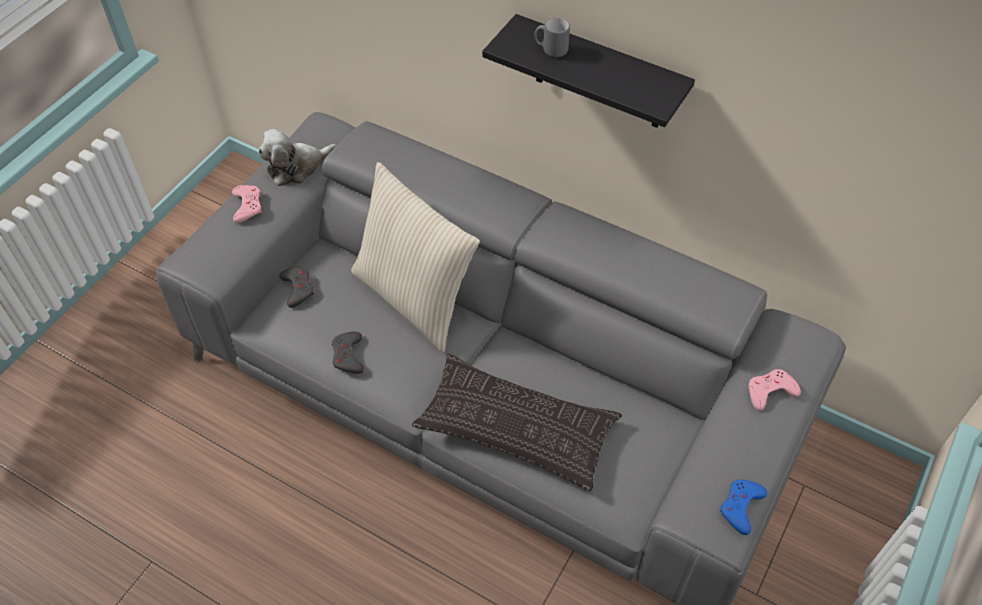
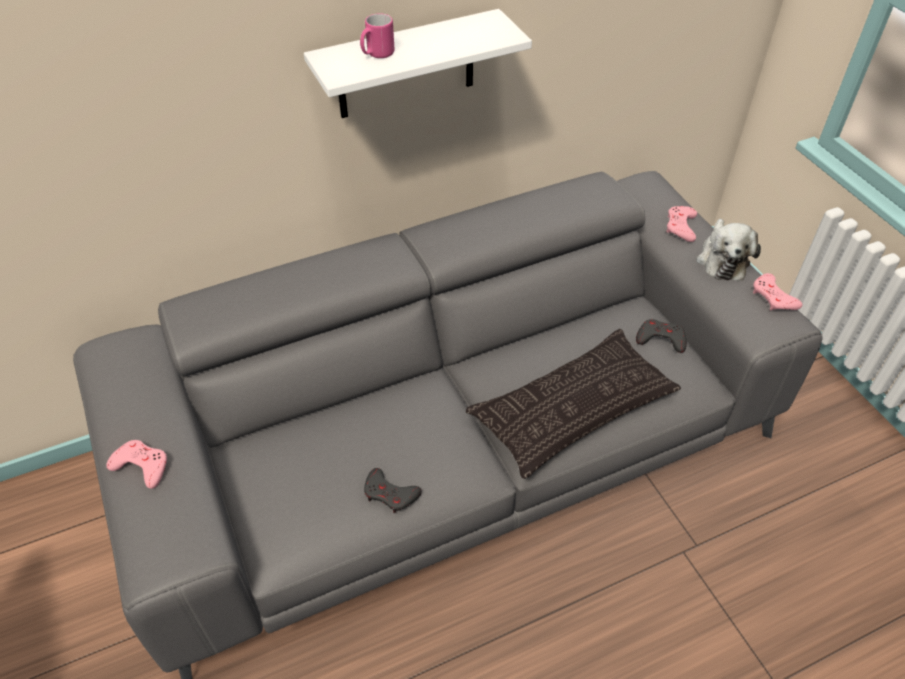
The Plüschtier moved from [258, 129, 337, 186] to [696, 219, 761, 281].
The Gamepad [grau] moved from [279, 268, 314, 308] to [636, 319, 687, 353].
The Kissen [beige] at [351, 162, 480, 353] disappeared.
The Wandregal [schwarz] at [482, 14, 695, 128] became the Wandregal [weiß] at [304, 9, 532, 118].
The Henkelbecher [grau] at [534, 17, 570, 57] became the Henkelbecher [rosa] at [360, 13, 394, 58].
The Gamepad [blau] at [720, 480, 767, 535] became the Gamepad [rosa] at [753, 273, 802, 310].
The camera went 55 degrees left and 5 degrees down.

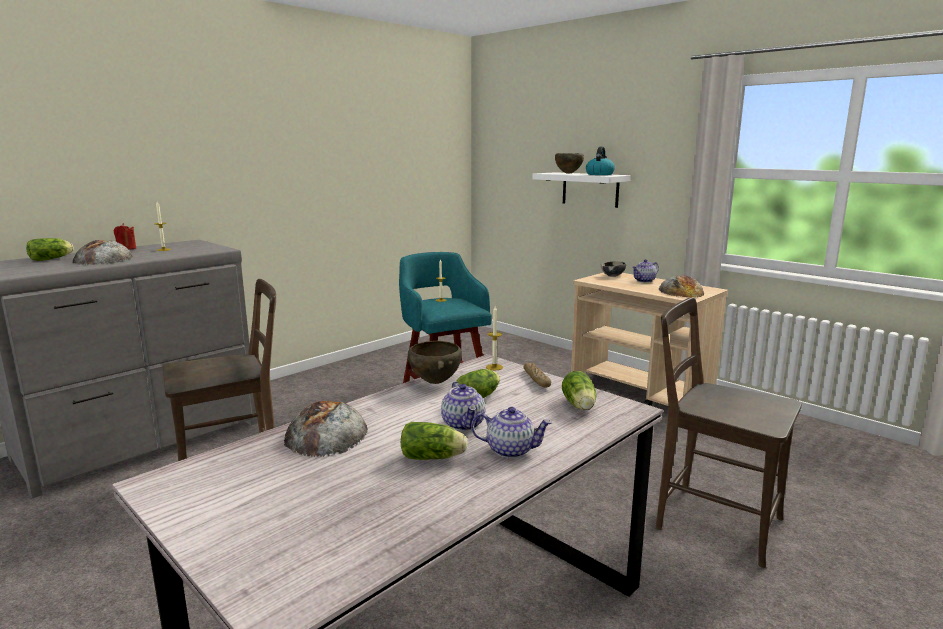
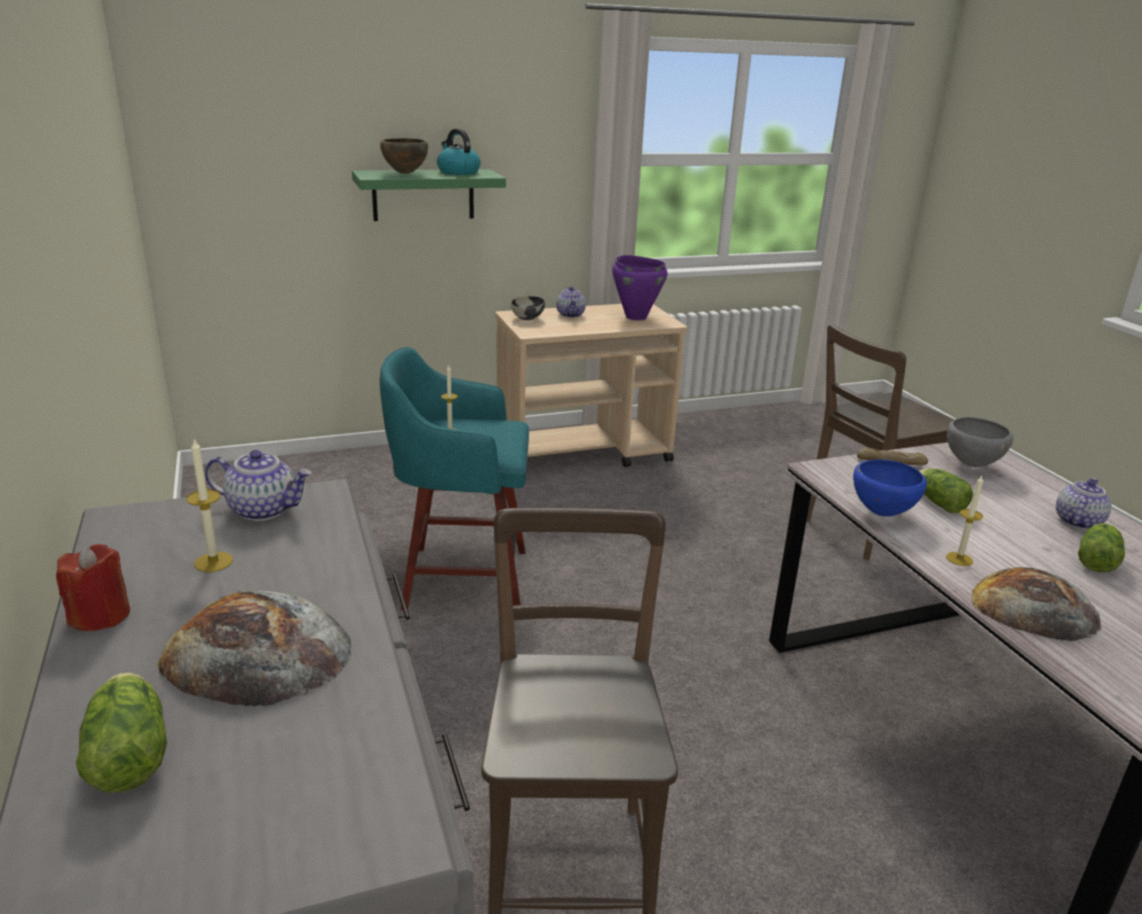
The Schüssel [braun] at [408, 341, 462, 384] became the Schüssel [blau] at [853, 459, 927, 517].
The Teekanne moved from [441, 381, 485, 431] to [205, 450, 312, 521].
The Kerze moved from [486, 306, 503, 370] to [946, 476, 983, 566].
The Wandregal [weiß] at [532, 172, 631, 208] became the Wandregal [grün] at [352, 169, 506, 221].
The Salatkopf at [562, 371, 596, 410] was replaced by the Schüssel [grau] at [947, 417, 1013, 467].
The Brot at [659, 276, 704, 297] was replaced by the Kochtopf [lila] at [612, 255, 667, 320].
The camera went 65 degrees left and 10 degrees up.

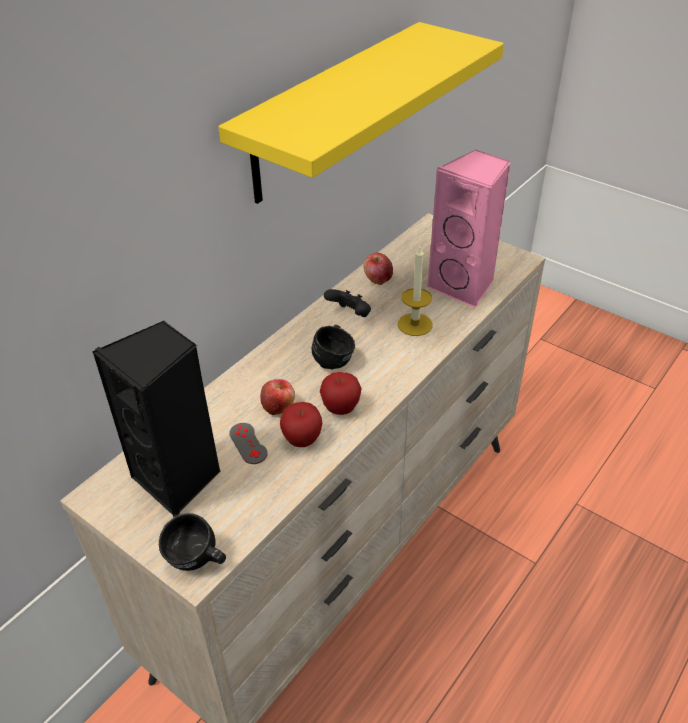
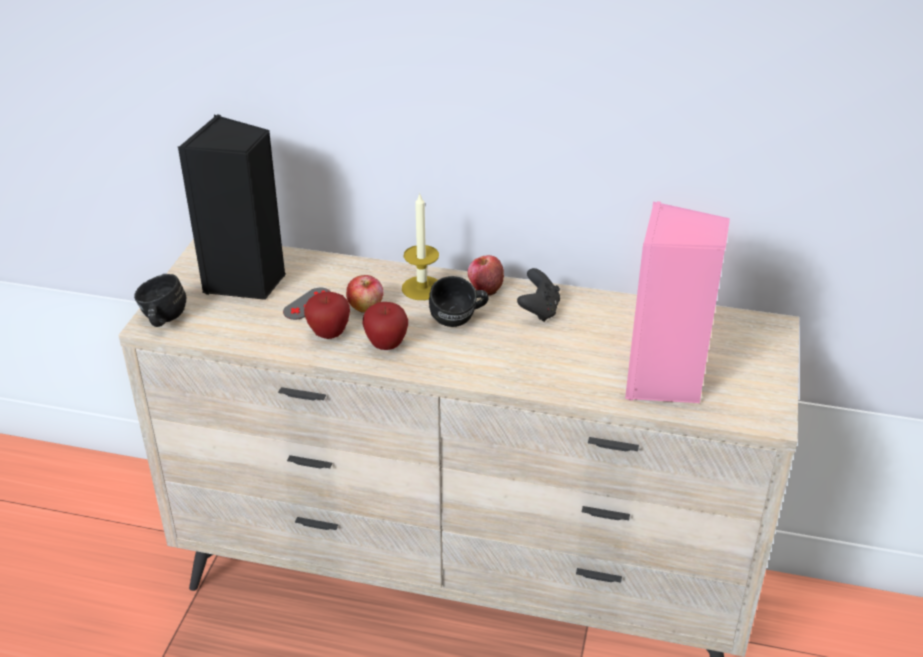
The Wandregal [gelb] at [218, 22, 504, 204] disappeared.
The Apfel moved from [364, 253, 393, 285] to [468, 255, 504, 296].
The Kerze moved from [398, 247, 432, 336] to [402, 193, 439, 300].
The camera went 65 degrees right and 5 degrees down.

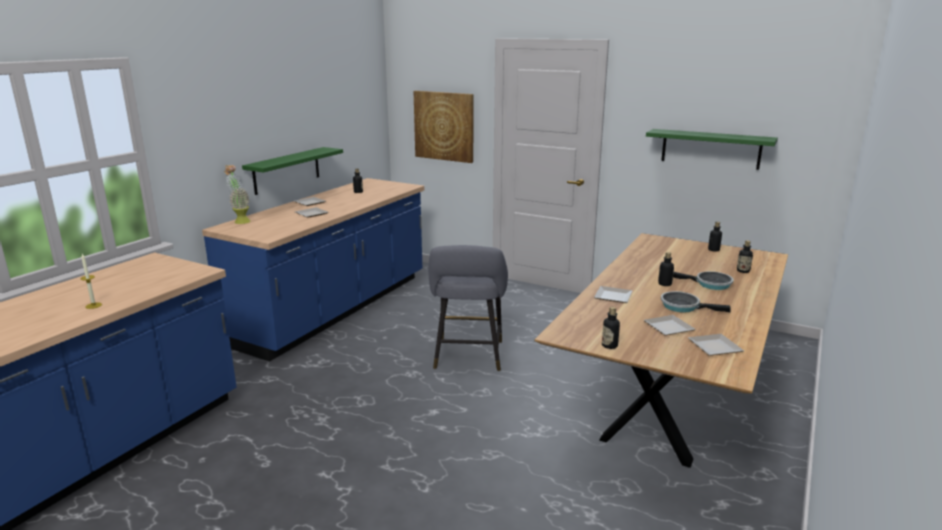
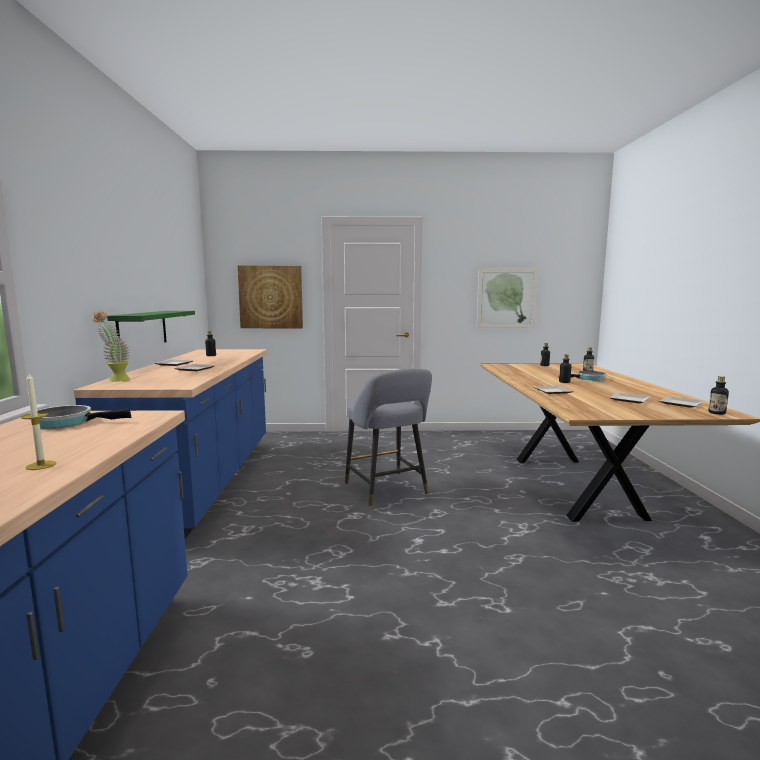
The Flasche moved from [602, 307, 620, 349] to [709, 376, 729, 415].
The Wandregal [grün] at [646, 129, 778, 170] was replaced by the Bild at [477, 268, 538, 328].
The Pfanne moved from [661, 291, 731, 313] to [29, 405, 131, 429].
The camera went 30 degrees left and 10 degrees down.

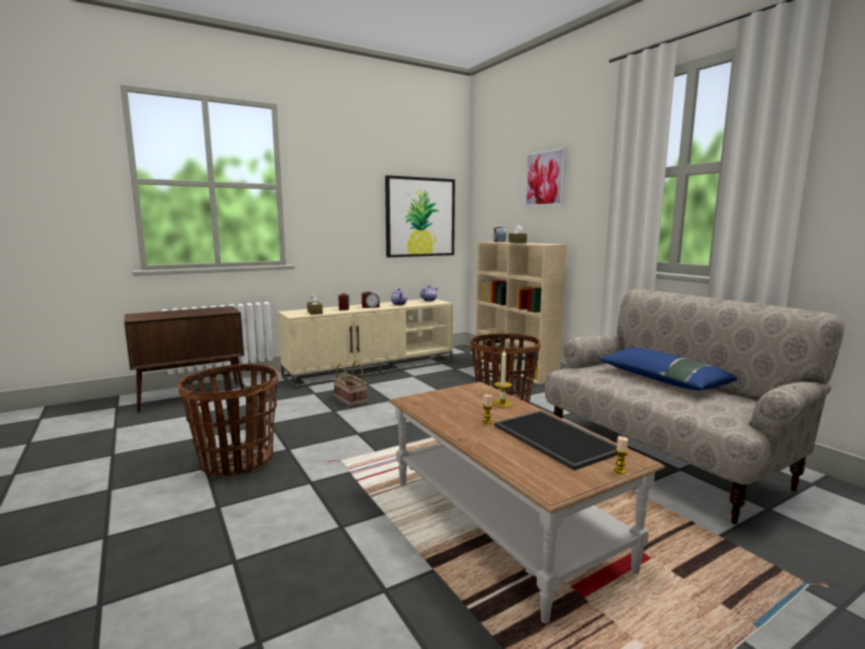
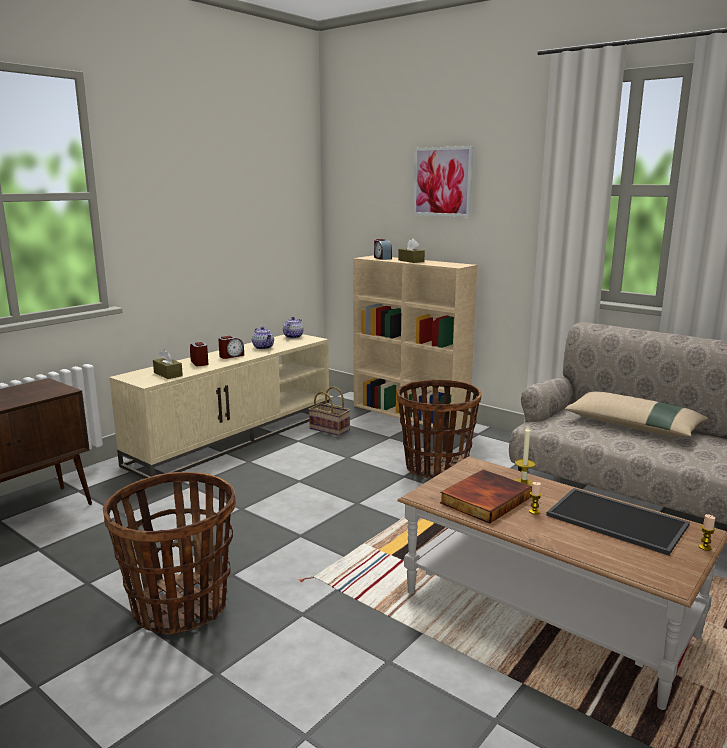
The Korb moved from [333, 360, 367, 407] to [309, 386, 350, 436].
The Bild at [385, 175, 455, 257] disappeared.
The Kissen [blau] at [599, 348, 737, 390] became the Kissen [beige] at [565, 391, 708, 437].
The Buch at [440, 469, 532, 523] appeared.
The camera went 20 degrees left and 5 degrees up.

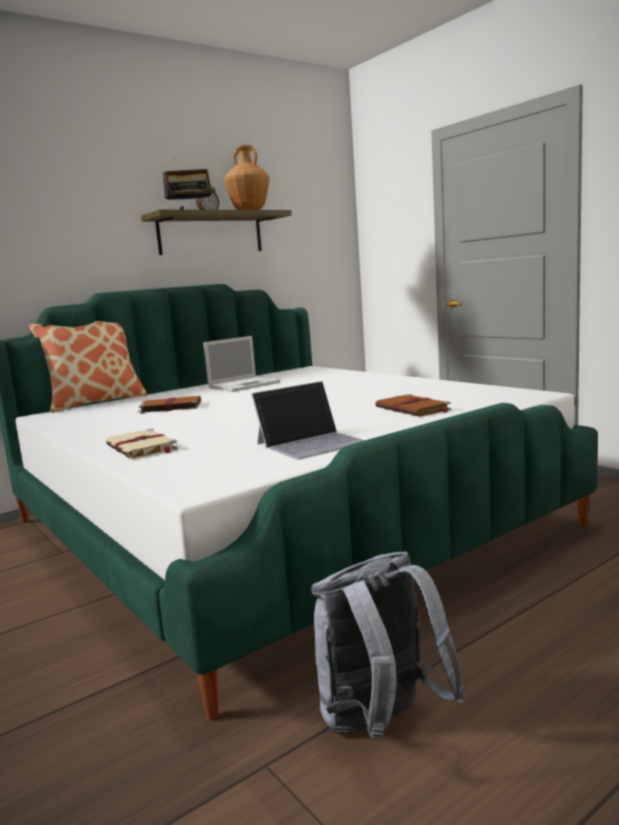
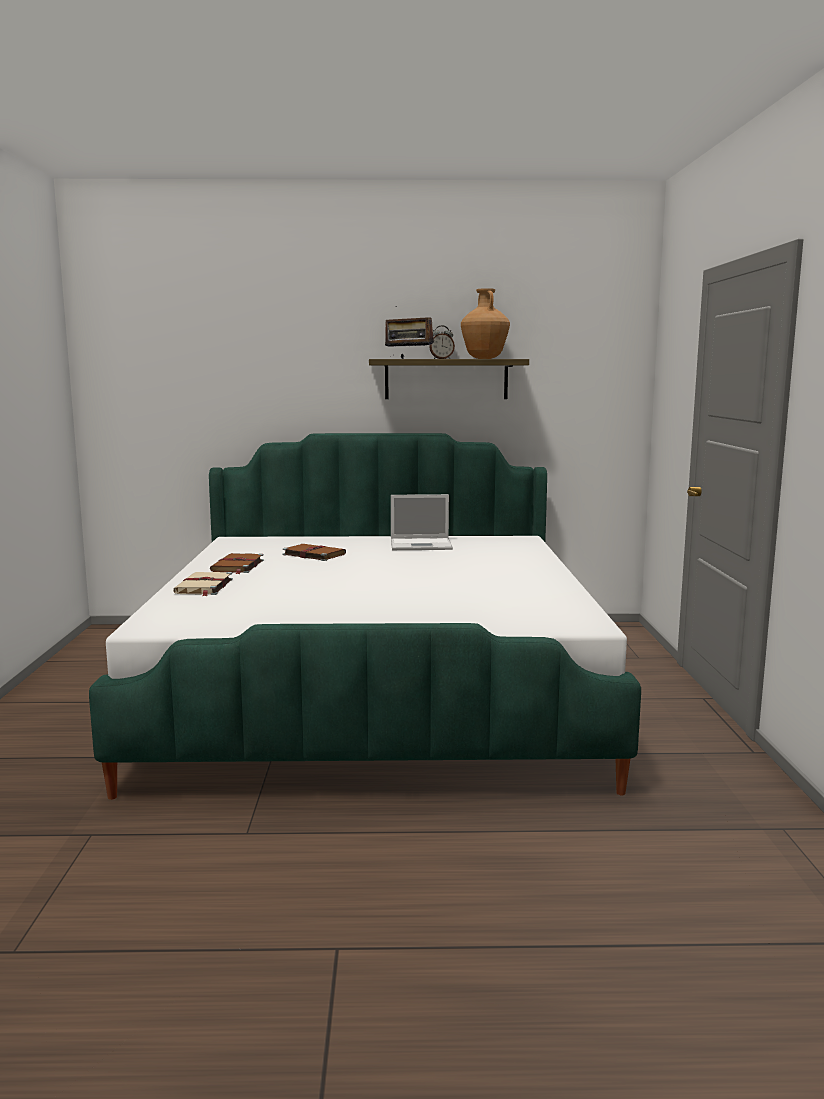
The Kissen at [29, 321, 148, 413] disappeared.
The Laptop at [251, 381, 365, 460] disappeared.
The Rucksack [grau] at [311, 552, 466, 742] disappeared.
The Buch [braun] moved from [375, 394, 451, 416] to [210, 553, 264, 574].
The camera went 35 degrees right and 0 degrees up.

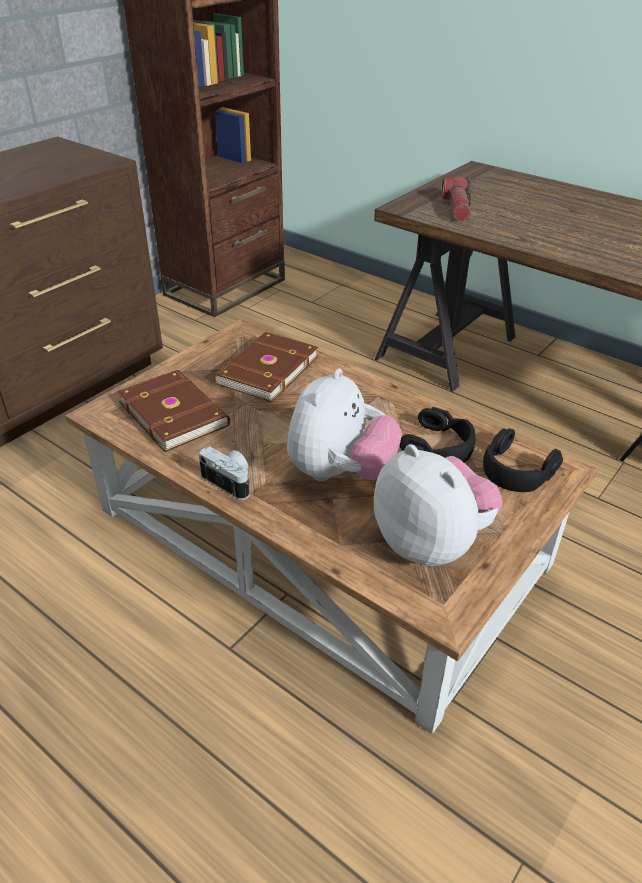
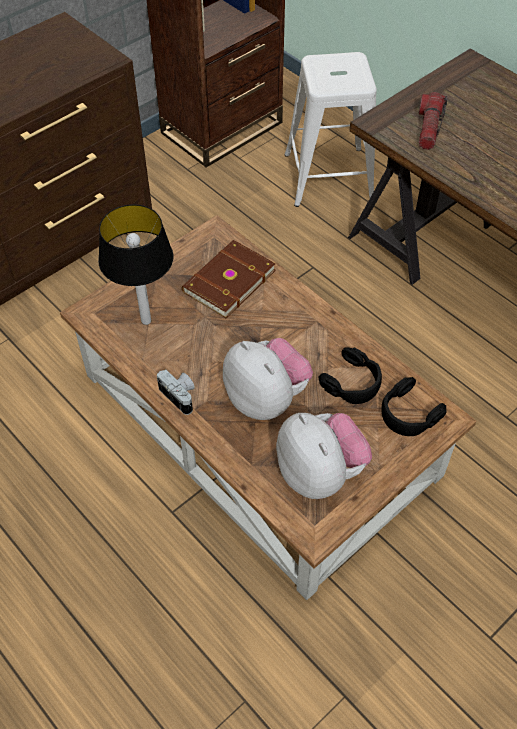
The Buch [braun] at [117, 370, 230, 452] was replaced by the Tischlampe at [98, 204, 173, 325].
The Plüschtier at [287, 368, 402, 481] turned 75 degrees counterclockwise.
The Hocker [weiß] at [285, 52, 377, 207] appeared.
The camera went 10 degrees right and 15 degrees up.

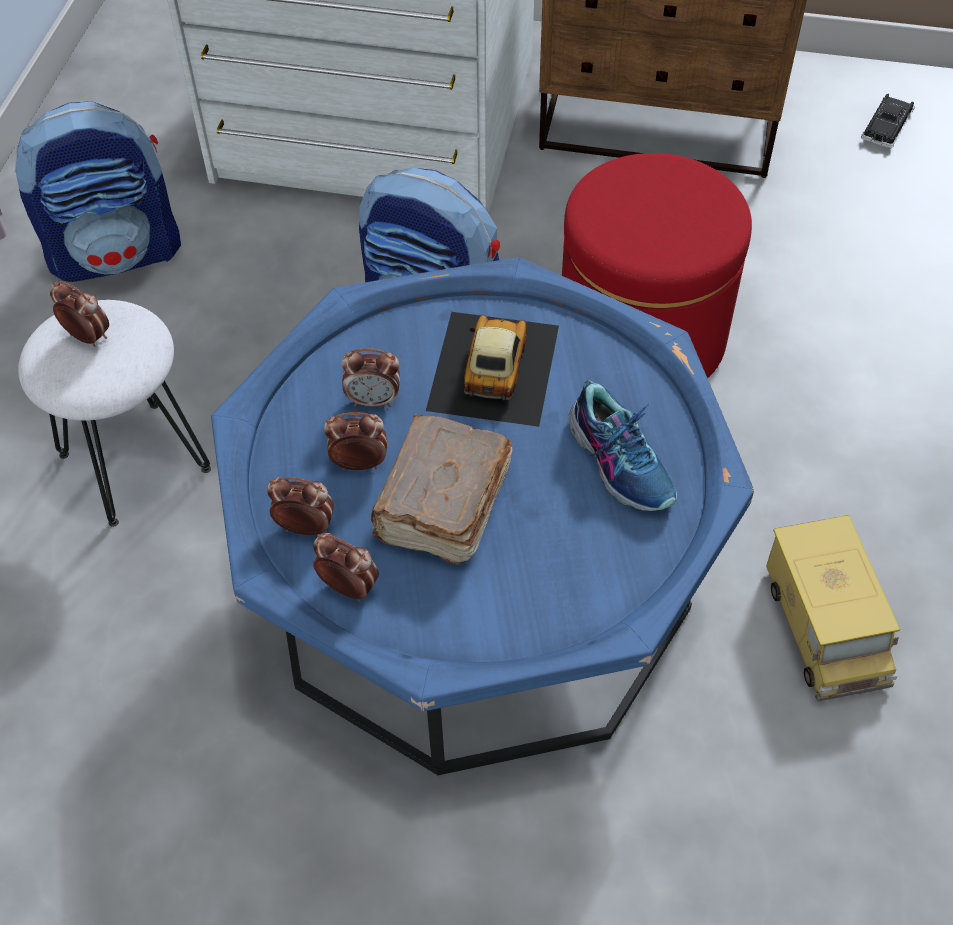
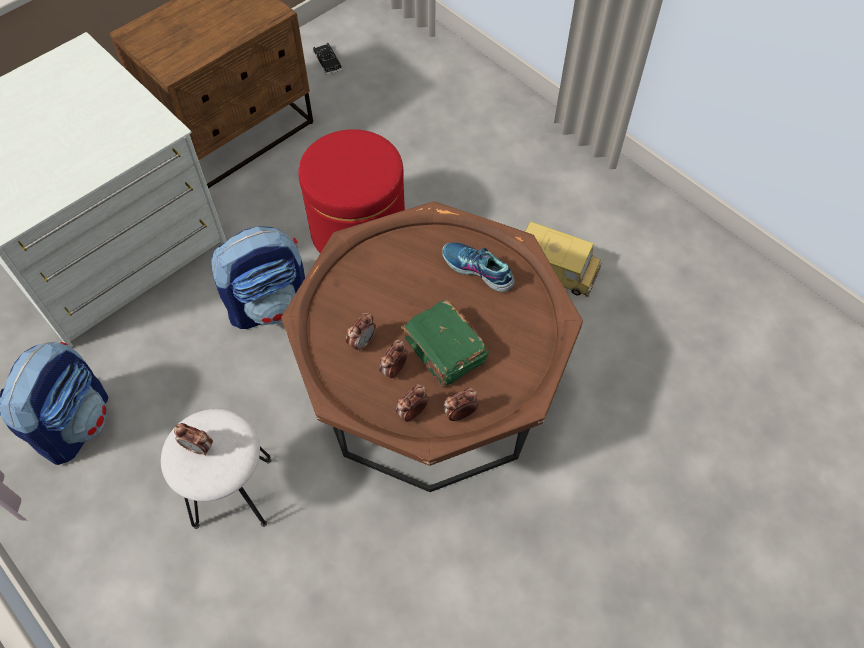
The Wecker at [50, 281, 109, 347] turned 135 degrees counterclockwise.
The Couchtisch [blau] at [211, 257, 754, 775] became the Couchtisch [braun] at [281, 201, 583, 492].
The Buch [braun] at [371, 414, 513, 565] became the Buch [grün] at [401, 300, 489, 388].
The Spielzeugauto at [426, 312, 559, 427] disappeared.
The Schuh at [568, 380, 677, 511] turned 150 degrees counterclockwise.
The camera went 55 degrees left and 5 degrees up.

